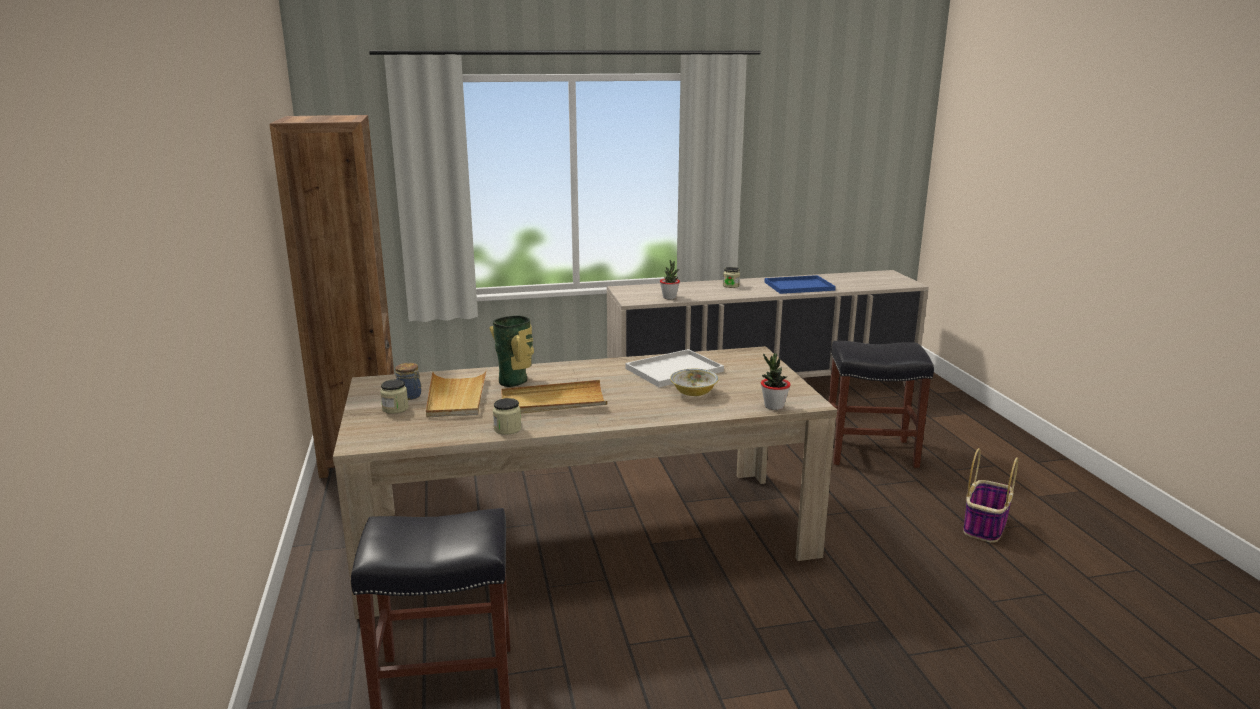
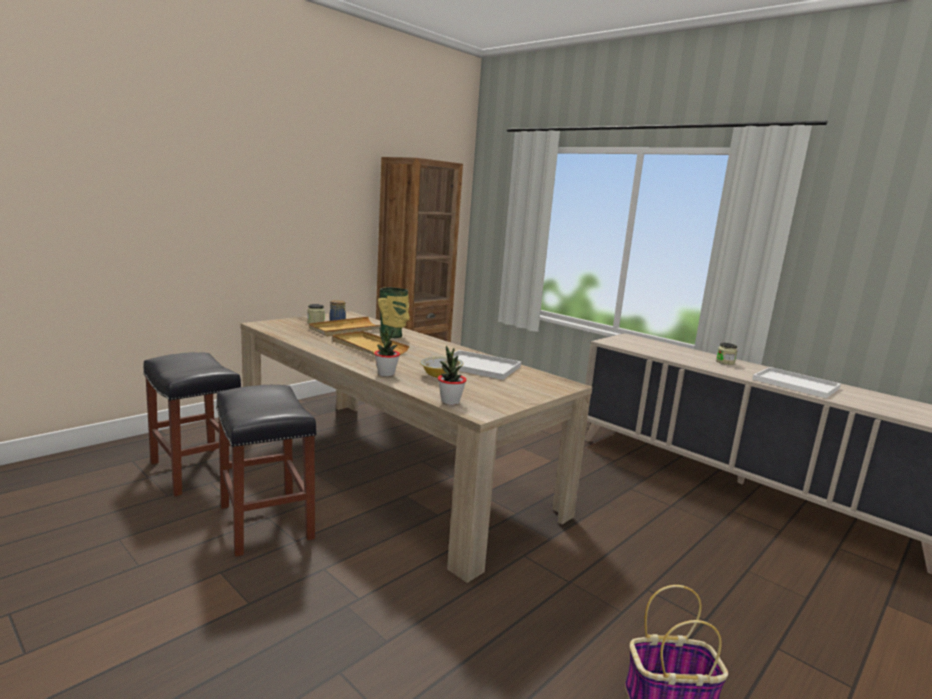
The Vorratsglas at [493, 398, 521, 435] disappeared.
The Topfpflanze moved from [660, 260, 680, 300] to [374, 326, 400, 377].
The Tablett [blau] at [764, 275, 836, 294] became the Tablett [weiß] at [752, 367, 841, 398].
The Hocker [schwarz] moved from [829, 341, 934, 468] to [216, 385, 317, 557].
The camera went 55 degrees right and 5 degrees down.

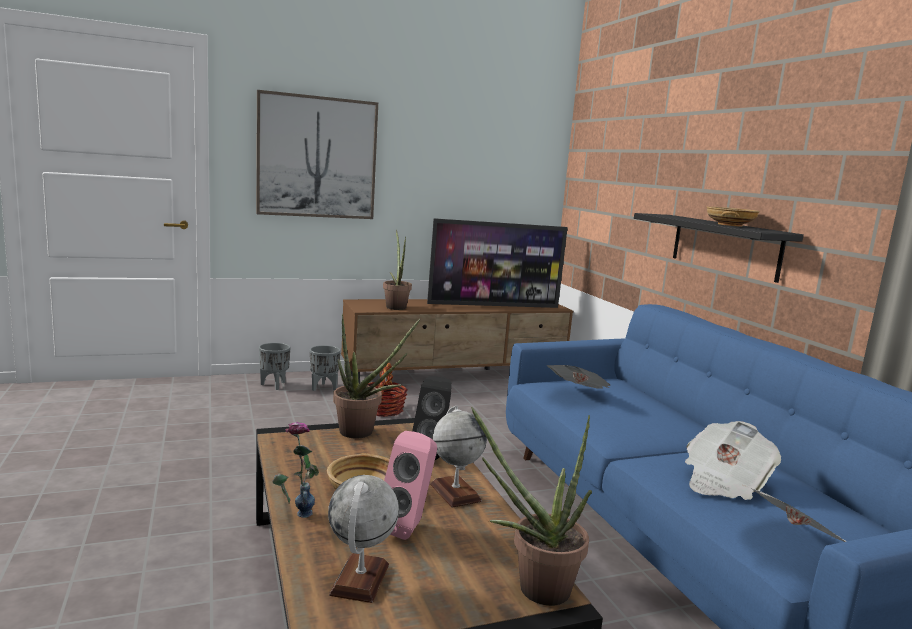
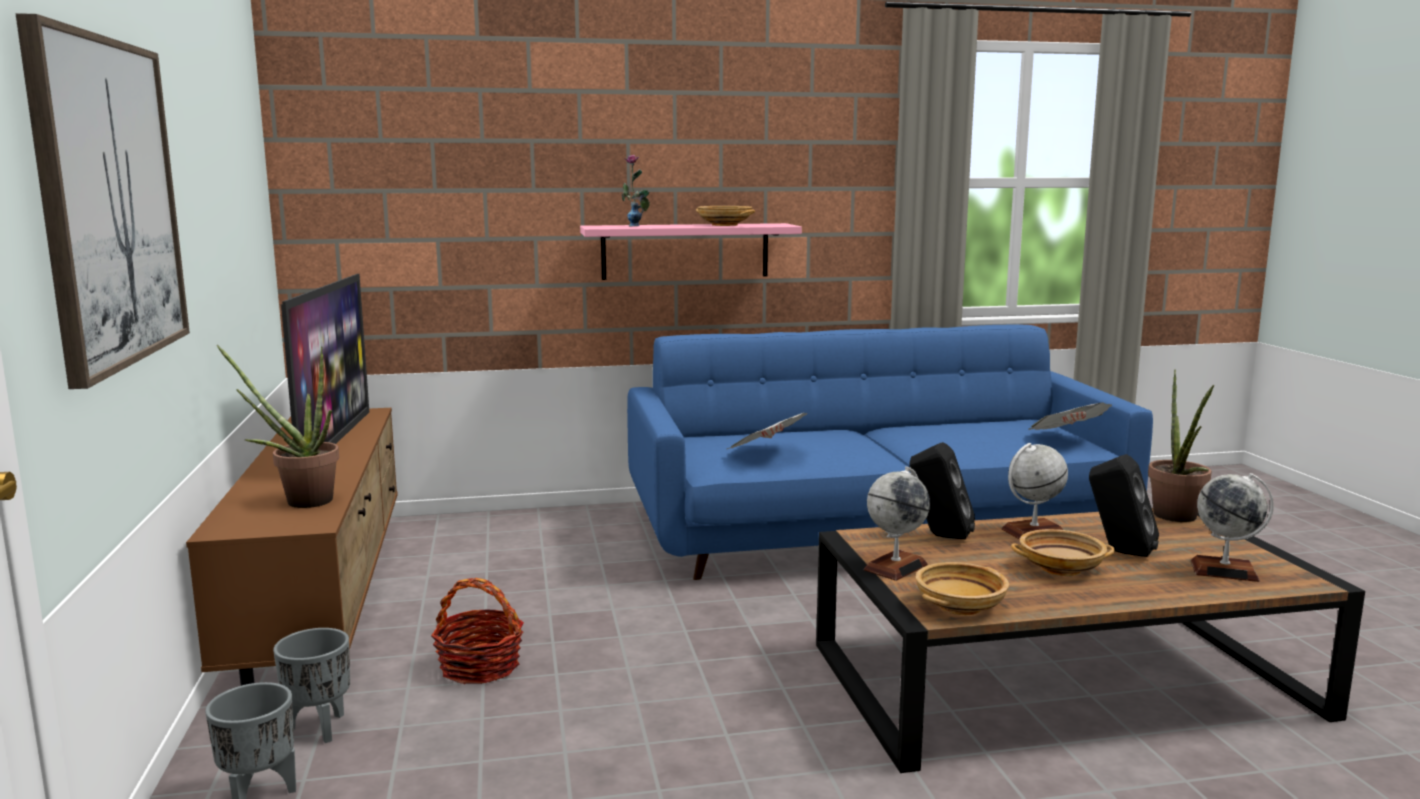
The Vase moved from [273, 422, 319, 518] to [622, 155, 650, 227].
The Topfpflanze at [333, 314, 420, 438] was replaced by the Globus at [864, 466, 930, 581].
The Lautsprecher [rosa] at [384, 431, 437, 540] became the Lautsprecher [schwarz] at [1089, 454, 1159, 557].
The Wandregal [schwarz] at [634, 213, 804, 283] became the Wandregal [rosa] at [580, 223, 802, 280].
The Zeitung at [685, 421, 781, 500] disappeared.
The Schüssel [beige] at [915, 562, 1009, 615] appeared.
The camera went 80 degrees left and 0 degrees up.

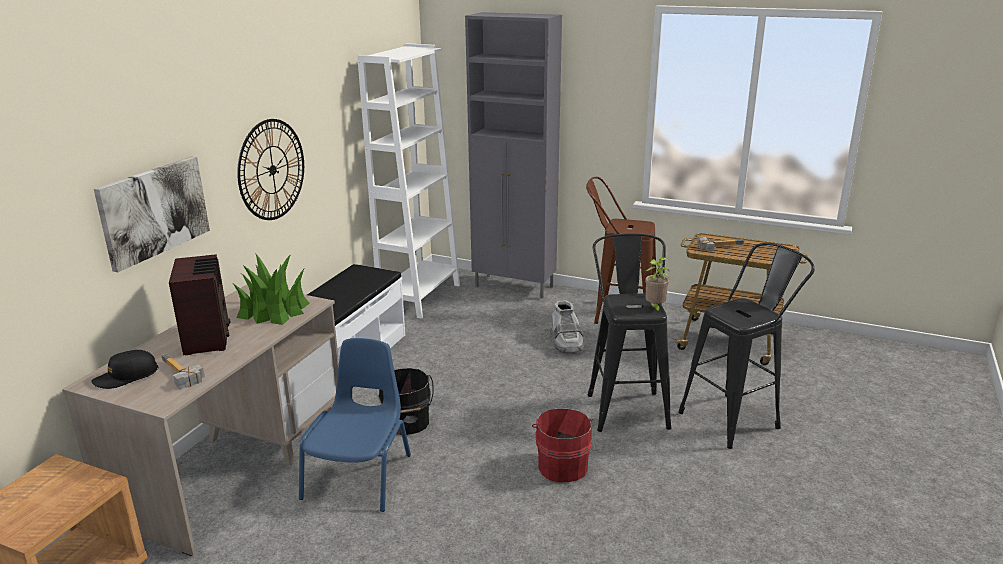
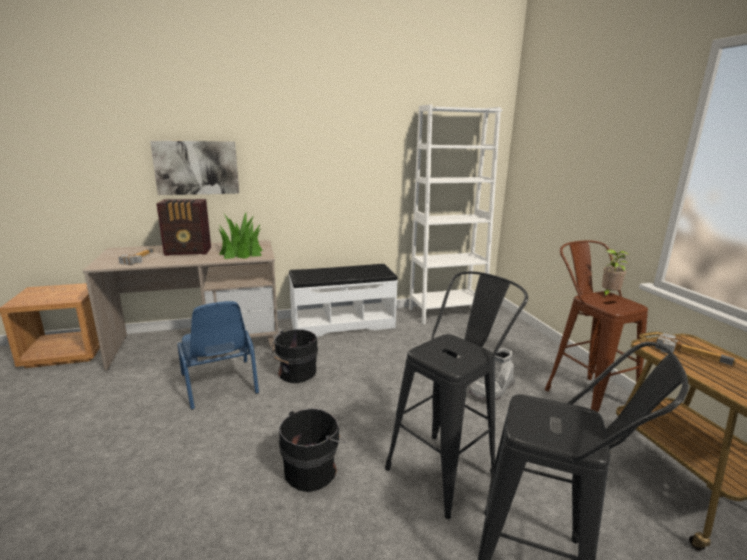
The Kappe [schwarz] at [91, 350, 158, 389] disappeared.
The Radio at [169, 254, 231, 355] turned 45 degrees clockwise.
The Wanduhr at [237, 119, 304, 220] disappeared.
The Stuhl [blau] at [299, 338, 411, 512] turned 90 degrees clockwise.
The Schrank [grau] at [465, 12, 562, 299] disappeared.
The Eimer [rot] at [532, 408, 593, 482] became the Eimer [schwarz] at [279, 408, 346, 492].
The Topfpflanze moved from [645, 257, 670, 313] to [602, 249, 630, 297].
The camera went 50 degrees right and 5 degrees down.

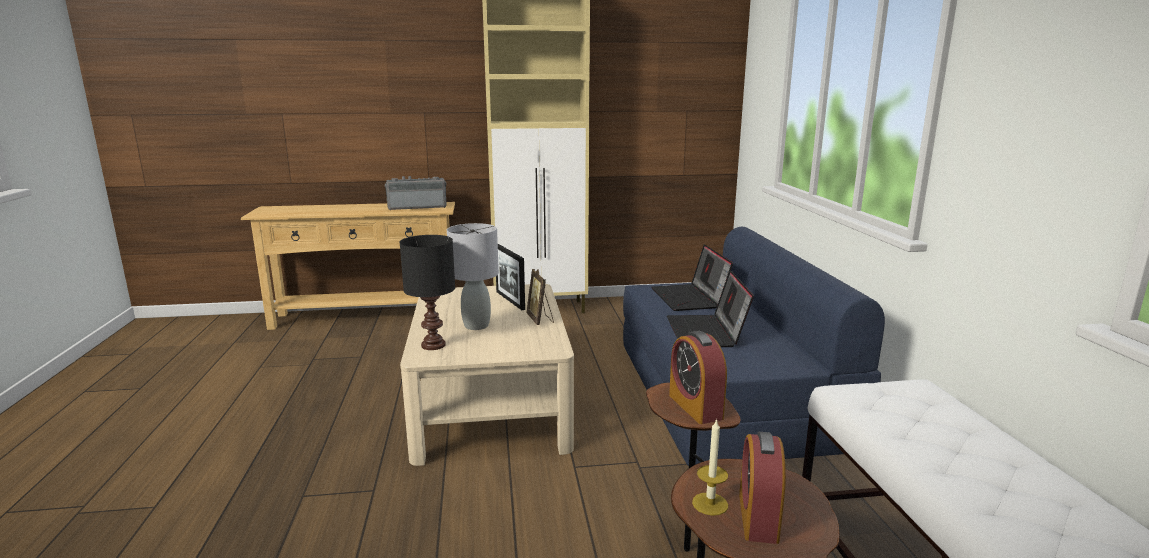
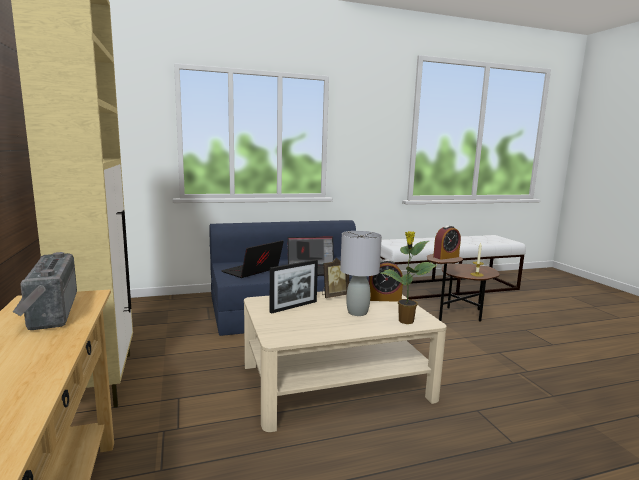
The Tischlampe [schwarz] at [399, 235, 455, 350] was replaced by the Topfpflanze at [381, 231, 436, 324].
The Laptop at [651, 244, 733, 311] turned 150 degrees clockwise.
The Wecker moved from [739, 432, 786, 544] to [369, 259, 403, 302].
The camera went 100 degrees left and 5 degrees down.

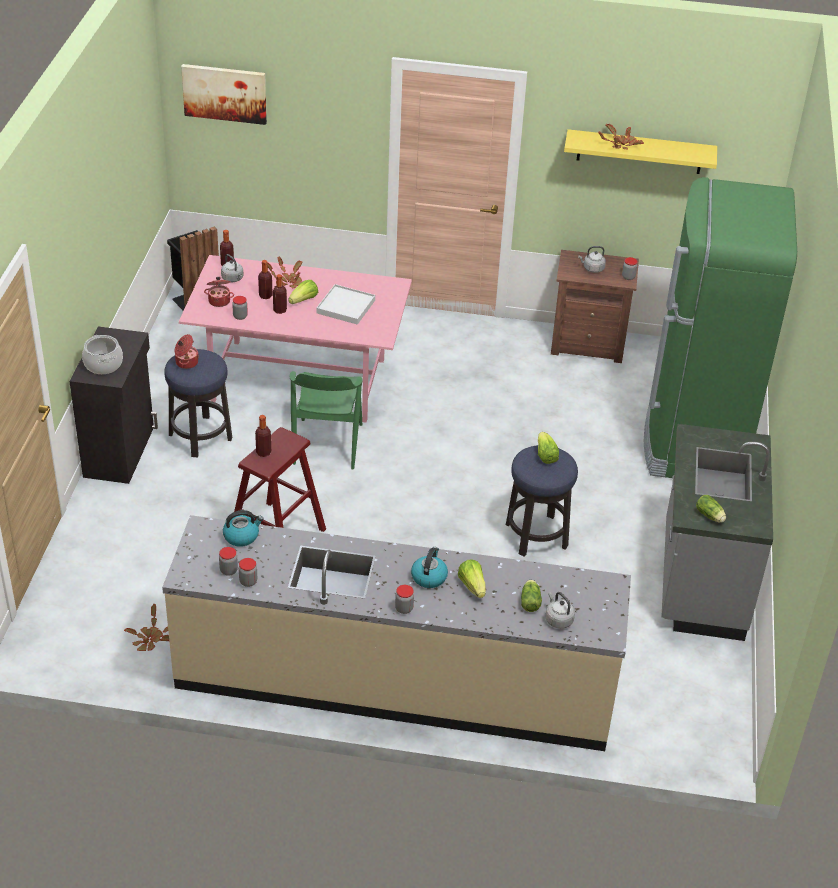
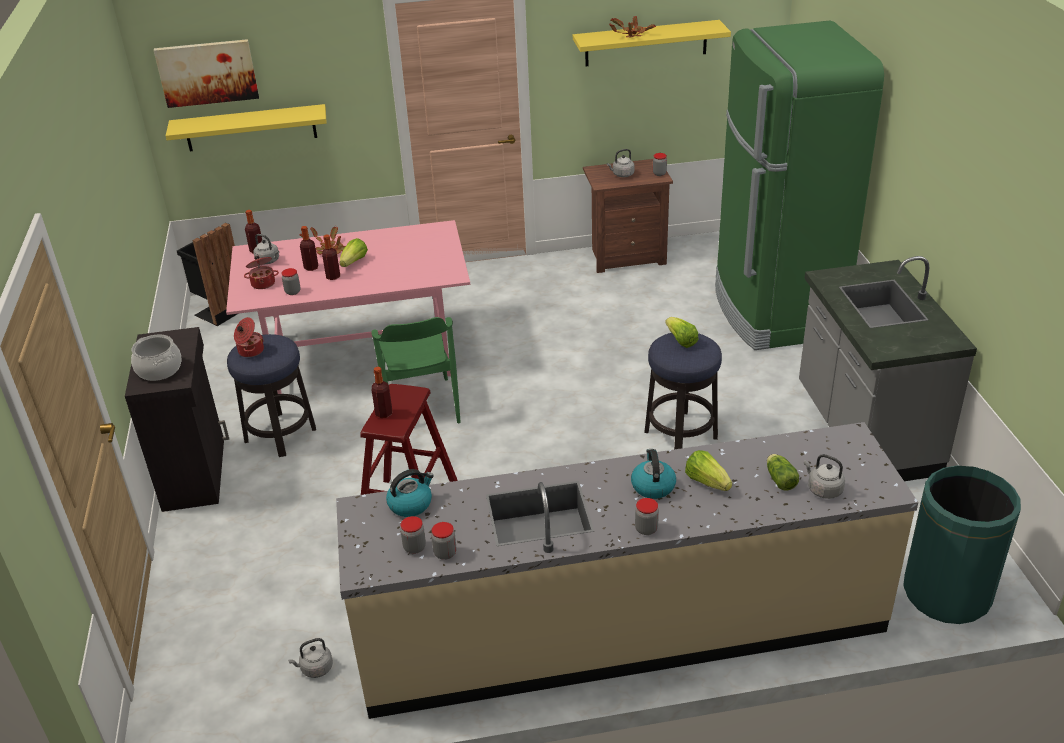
The Topfpflanze at [124, 604, 169, 651] was replaced by the Wasserkessel [grau] at [288, 638, 333, 678].
The Tablett [weiß] at [316, 284, 375, 325] disappeared.
The Salatkopf at [696, 495, 726, 523] disappeared.
The Wandregal [gelb] at [166, 104, 327, 151] appeared.
The Mülleimer [grün] at [903, 466, 1021, 624] appeared.
The camera went 15 degrees left and 5 degrees down.

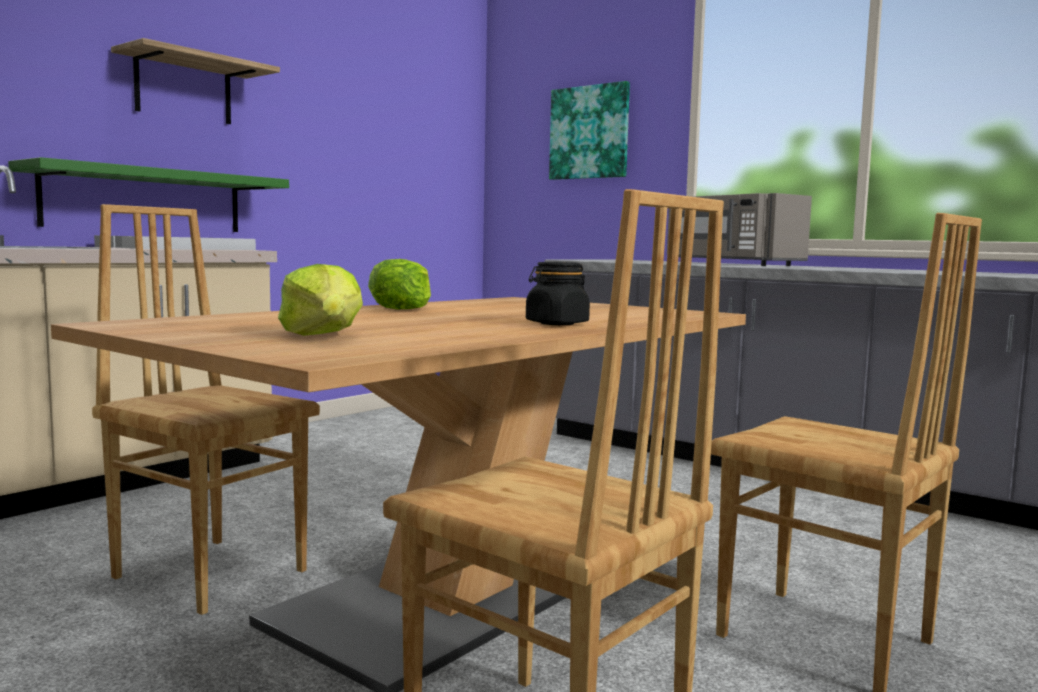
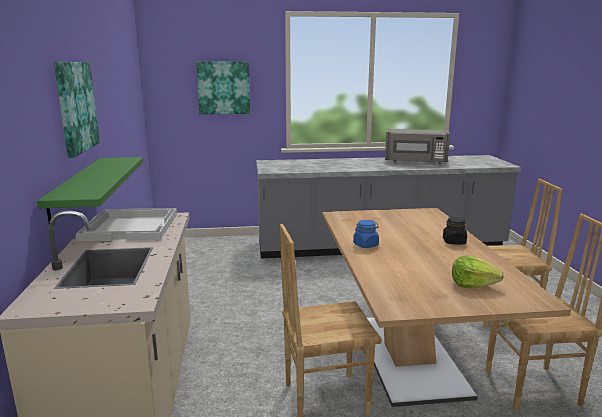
The Wandregal at [111, 38, 280, 124] was replaced by the Bild at [54, 62, 100, 158].
The Salatkopf at [368, 259, 431, 310] was replaced by the Vorratsglas [blau] at [353, 220, 379, 248].
The Mikrowelle [grau] moved from [667, 193, 812, 266] to [385, 129, 450, 164].
The camera went 45 degrees left and 10 degrees up.

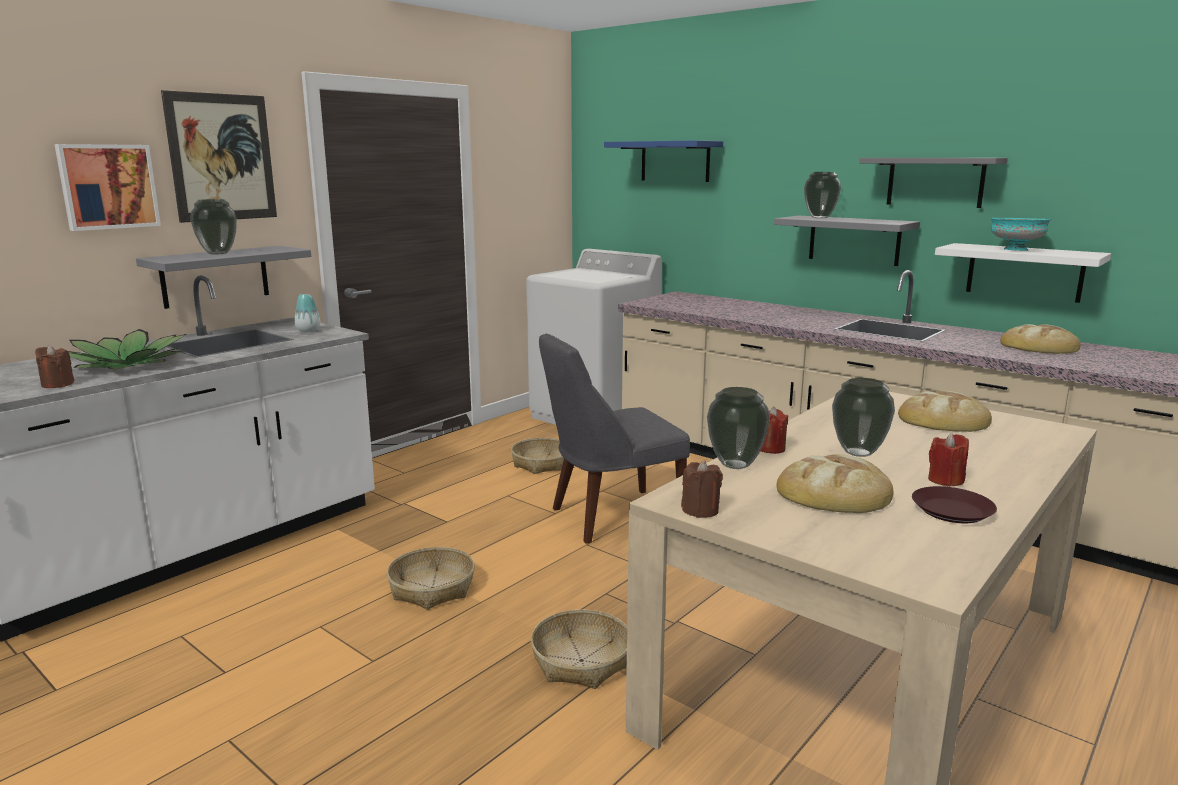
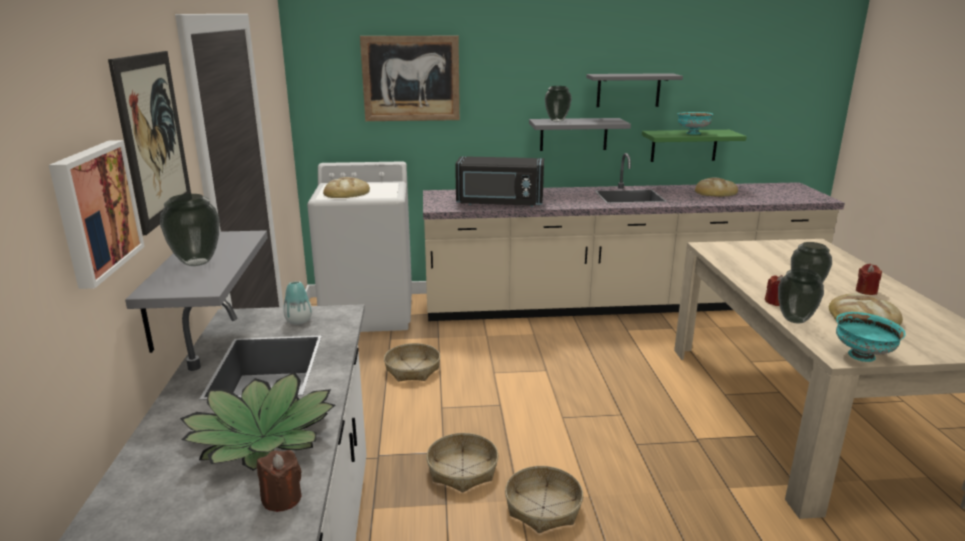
The Korb moved from [531, 609, 627, 689] to [426, 433, 498, 493].
The Stuhl [grau] at [539, 333, 690, 544] disappeared.
The Wandregal [blau] at [604, 140, 723, 182] was replaced by the Bild at [360, 36, 460, 121].
The Kerze [braun] at [681, 460, 723, 518] was replaced by the Schüssel [türkis] at [836, 312, 906, 362].
The Brot moved from [898, 391, 992, 432] to [323, 177, 370, 198].
The Teller [braun] at [912, 486, 997, 523] disappeared.
The Wandregal [weiß] at [935, 243, 1111, 303] became the Wandregal [grün] at [642, 130, 747, 162].
The Mikrowelle [schwarz] at [455, 156, 544, 207] appeared.
The camera went 45 degrees left and 5 degrees up.

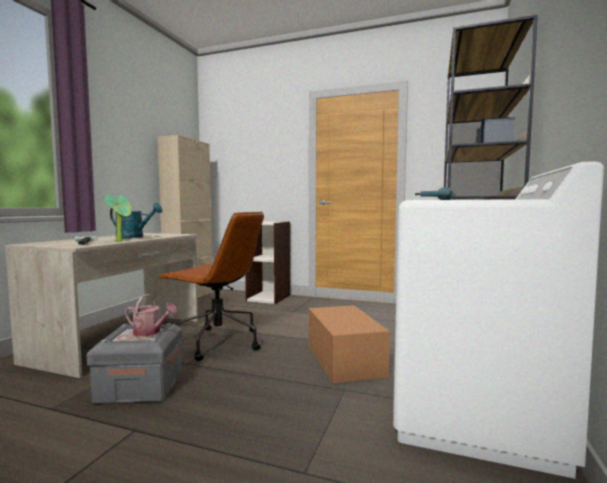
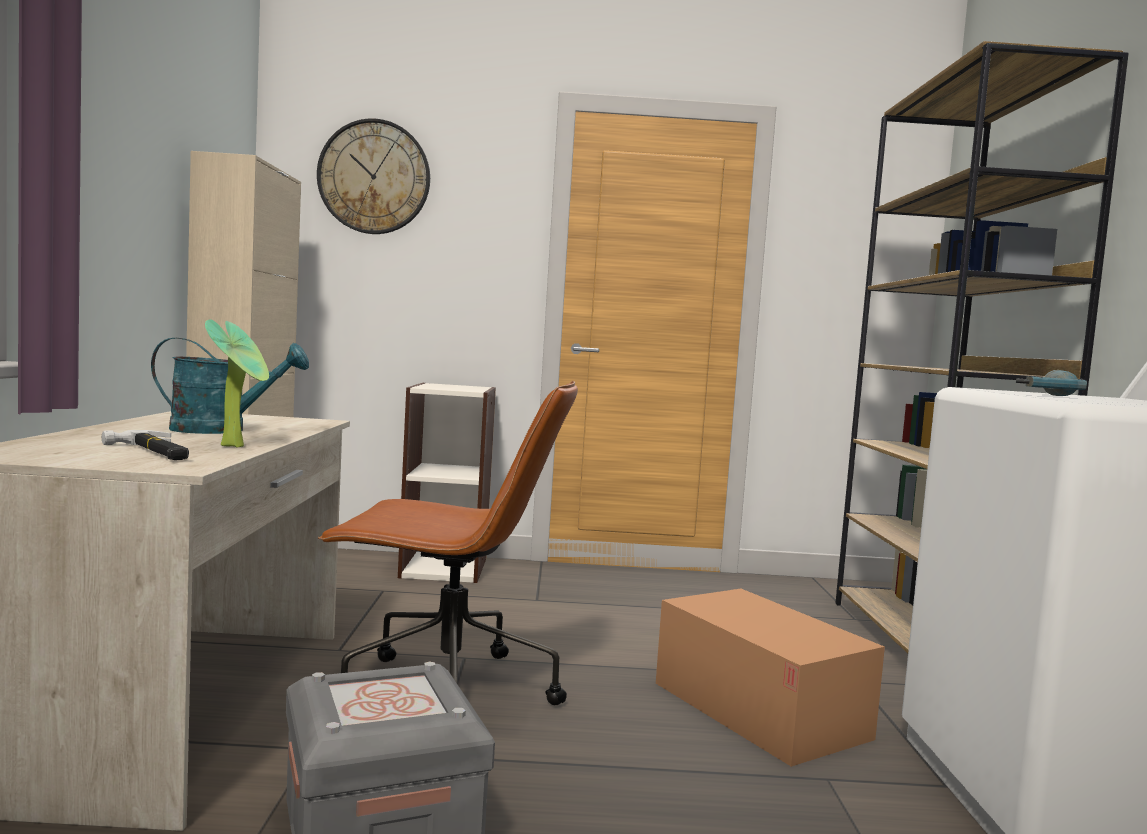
The Gießkanne at [125, 294, 177, 336] disappeared.
The Wanduhr at [317, 119, 430, 234] appeared.
The camera went 20 degrees left and 0 degrees up.

